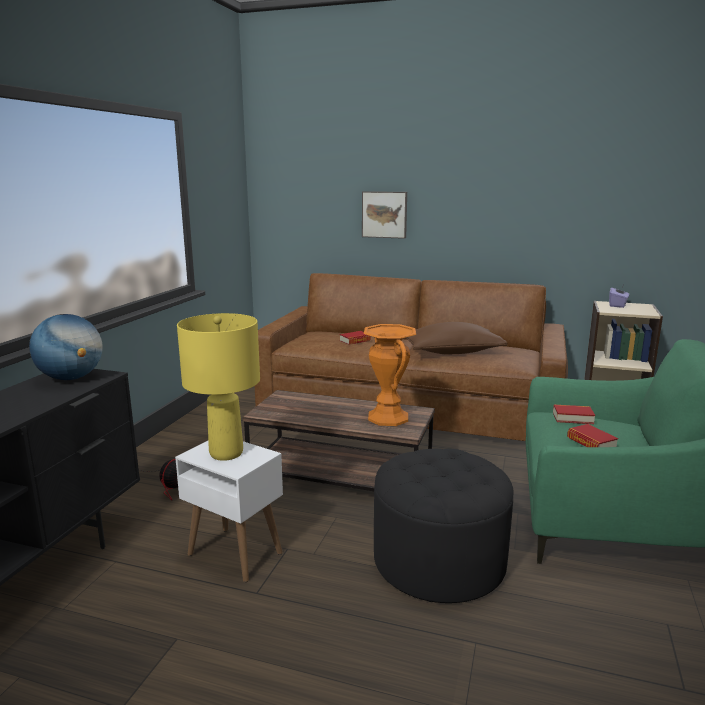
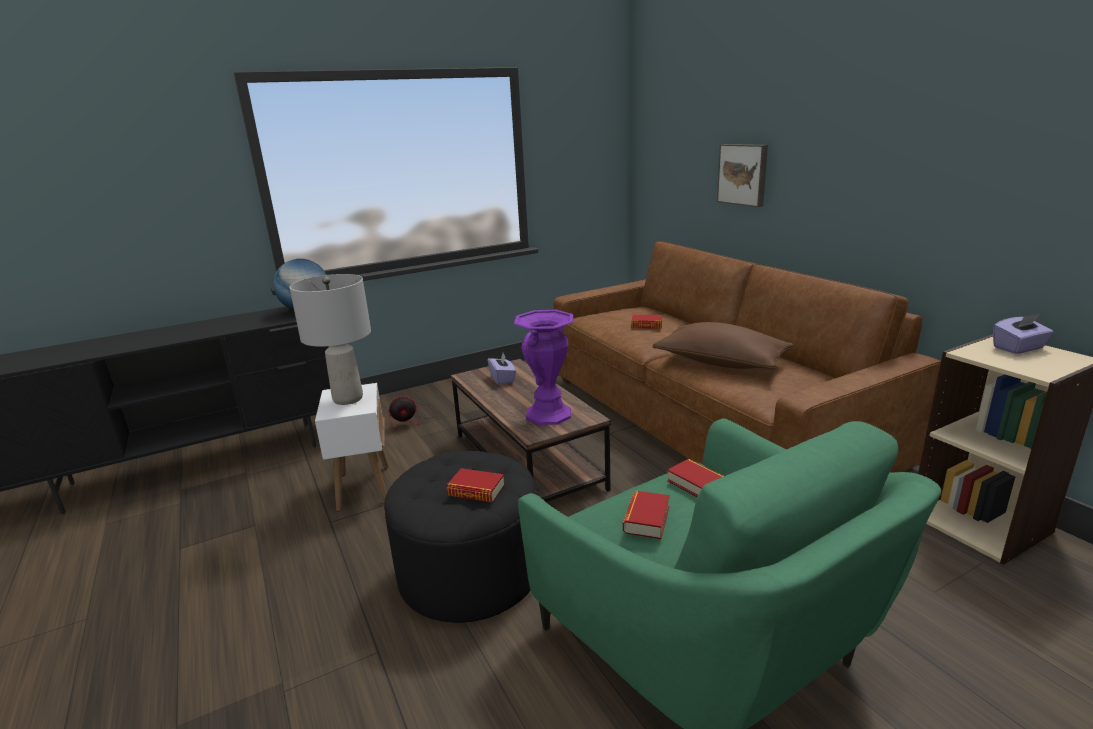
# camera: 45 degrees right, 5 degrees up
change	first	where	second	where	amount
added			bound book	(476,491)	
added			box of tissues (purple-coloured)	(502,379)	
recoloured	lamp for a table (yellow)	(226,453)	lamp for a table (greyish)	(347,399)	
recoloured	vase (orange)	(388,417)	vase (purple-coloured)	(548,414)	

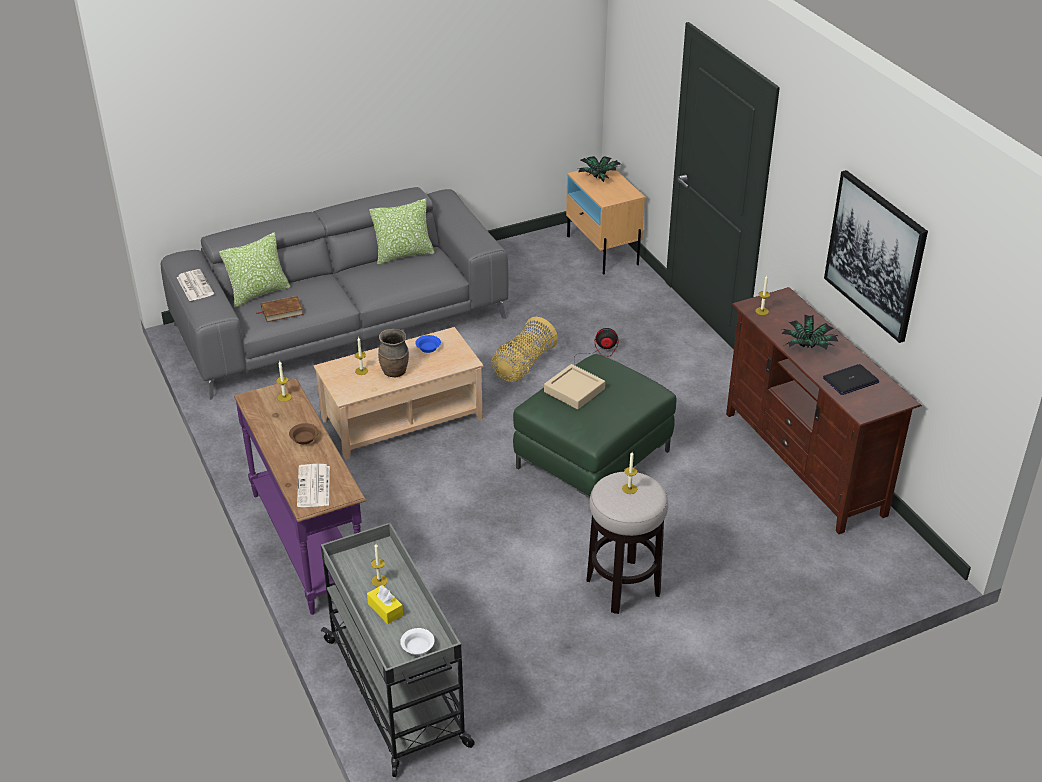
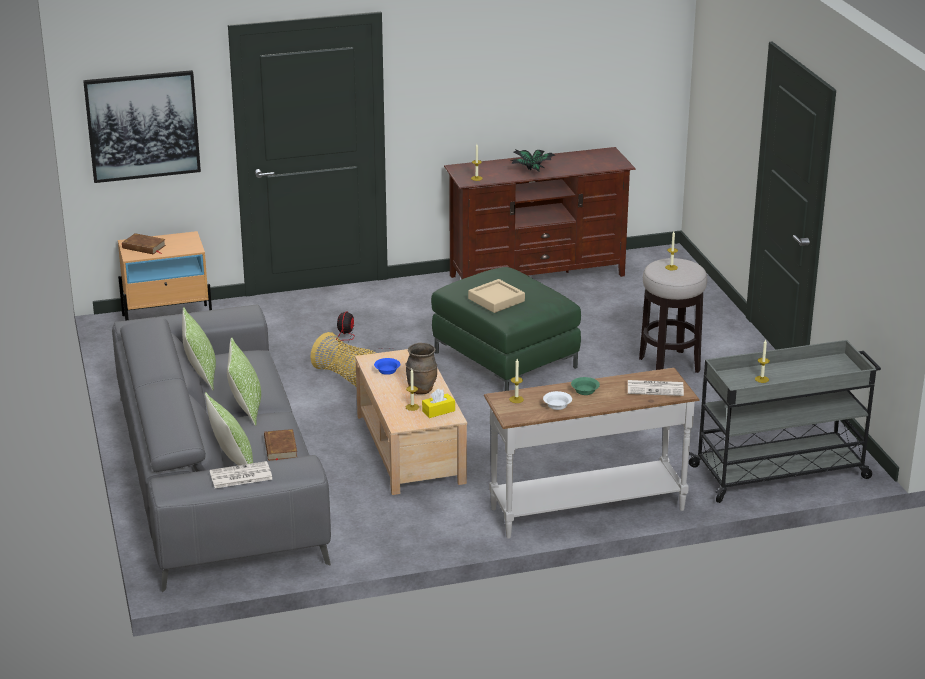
# camera: 80 degrees left, 10 degrees down
change	first	where	second	where	amount
removed	notebook computer	(850,380)			
added			throw pillow	(246,408)	
moved	box of tissues (yellow)	(385,609)		(438,411)	
moved	bowl (white-coloured)	(418,647)		(557,405)	
moved	wall picture	(875,255)		(142,126)	
replaced	plant in a pot	(599,177)	bound book (brown-coloured)	(144,247)	
recoloured	hall table (purple-coloured)	(309,543)	hall table (white-coloured)	(587,508)	
recoloured	bowl (brown-coloured)	(303,439)	bowl (green)	(585,391)	

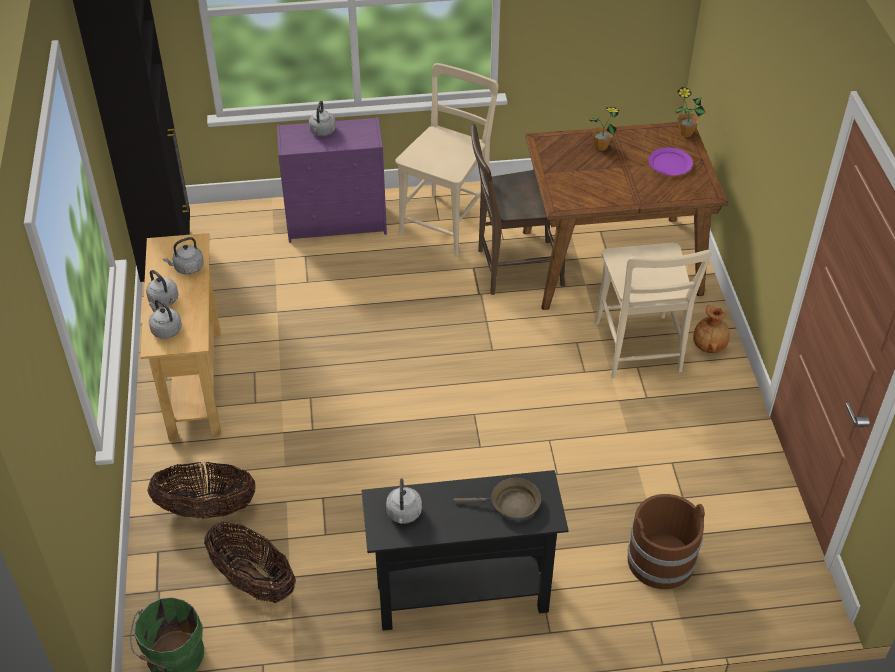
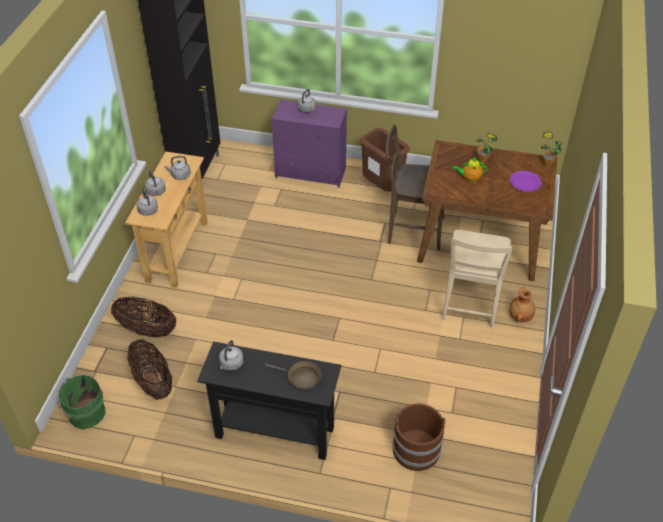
# camera: 20 degrees right, 0 degrees up
change	first	where	second	where	amount
added			tea pot	(469,178)	
replaced	plain chair (sand-coloured)	(447,220)	trash can (brown-coloured)	(382,188)	

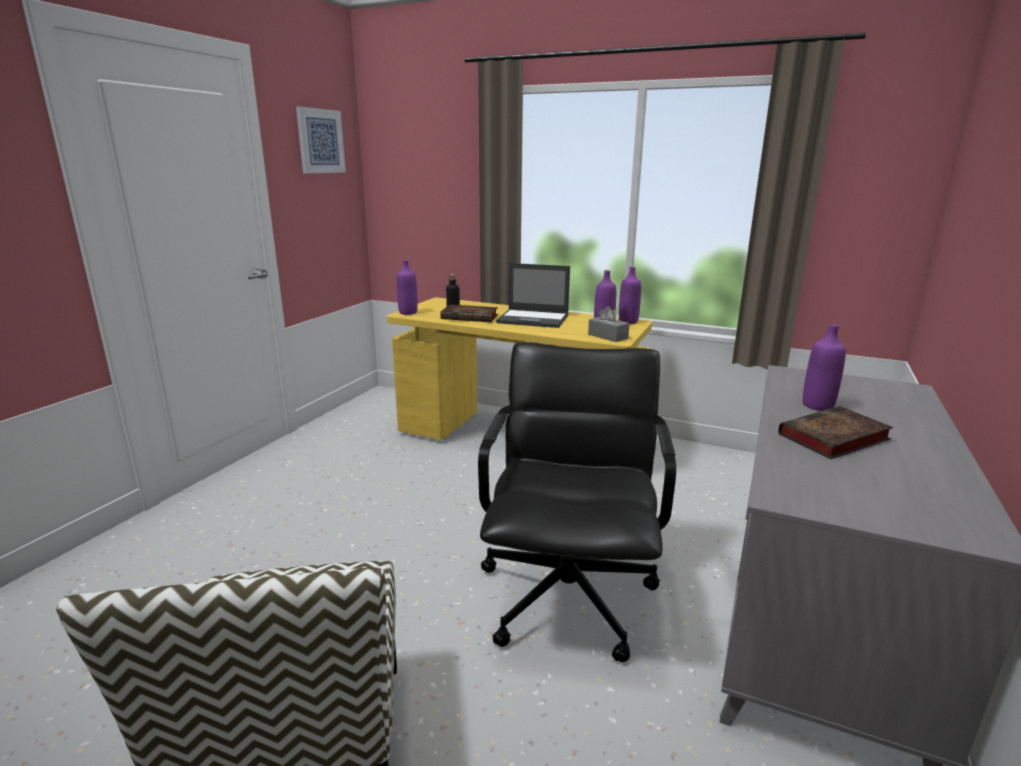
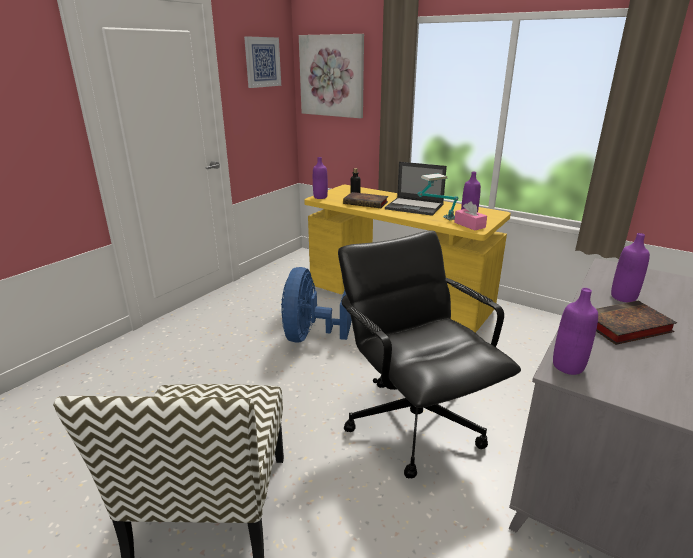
# camera: 10 degrees right, 5 degrees up
change	first	where	second	where	amount
added			fan (blue)	(310,336)	
added			wall picture	(332,76)	
added			lamp for a table	(436,220)	
moved	bottle (purple-coloured)	(628,322)		(568,366)	
recoloured	box of tissues (greyish)	(608,336)	box of tissues (pinkish)	(469,225)	
turned	office chair (black-coloured)	(569,596)		(415,422)	45 degrees counterclockwise

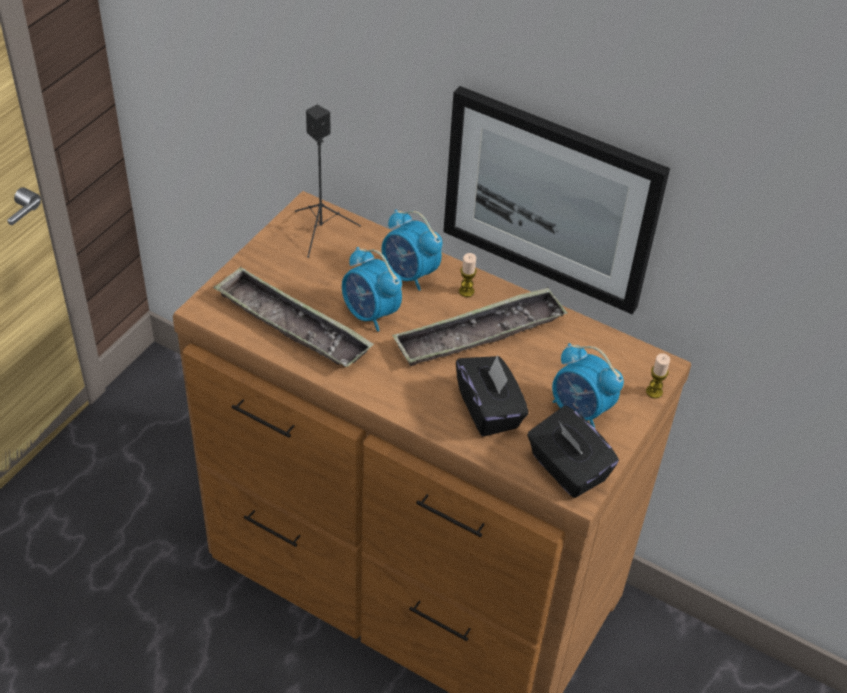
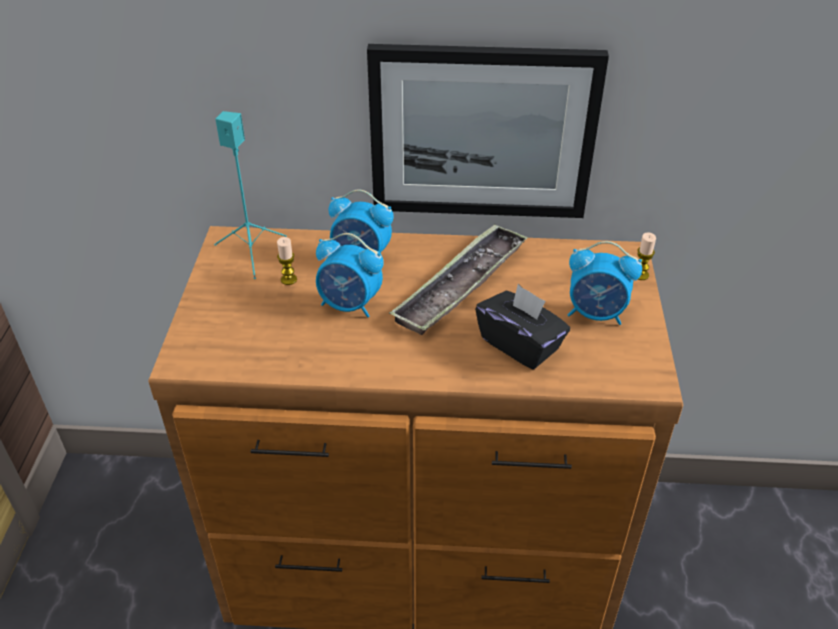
# camera: 25 degrees left, 5 degrees down
change	first	where	second	where	amount
removed	serving tray	(292,325)			
removed	box of tissues (black-coloured)	(567,469)			
moved	candle	(466,291)		(288,279)	
recoloured	loudspeaker (black-coloured)	(322,230)	loudspeaker (blue-green)	(252,252)	

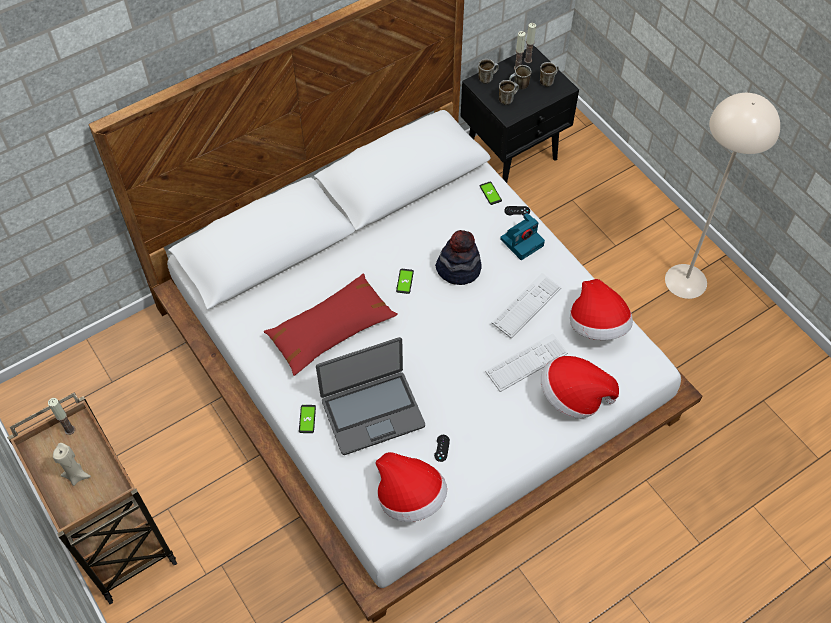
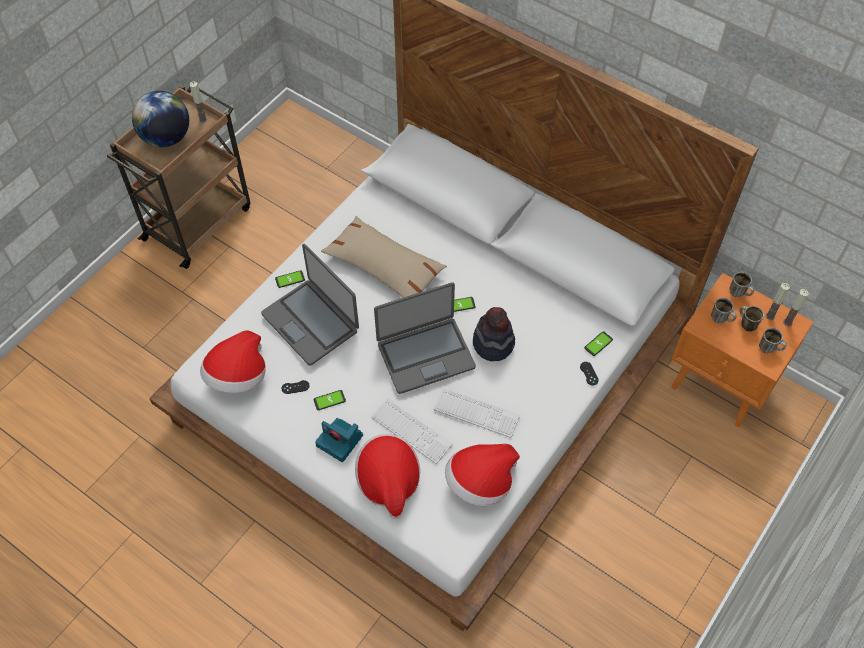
# camera: 70 degrees right, 0 degrees up
change	first	where	second	where	amount
removed	floor lamp (sand-coloured)	(685,281)			
added			phone	(329,400)	
added			notebook computer	(425,355)	
moved	photo camera	(522,241)		(341,441)	
replaced	candle (sand-coloured)	(76,475)	globe	(166,138)	
recoloured	throw pillow (reddish)	(331,330)	throw pillow (sand-coloured)	(384,266)	
recoloured	night table (black-coloured)	(513,153)	night table (orange)	(722,383)	

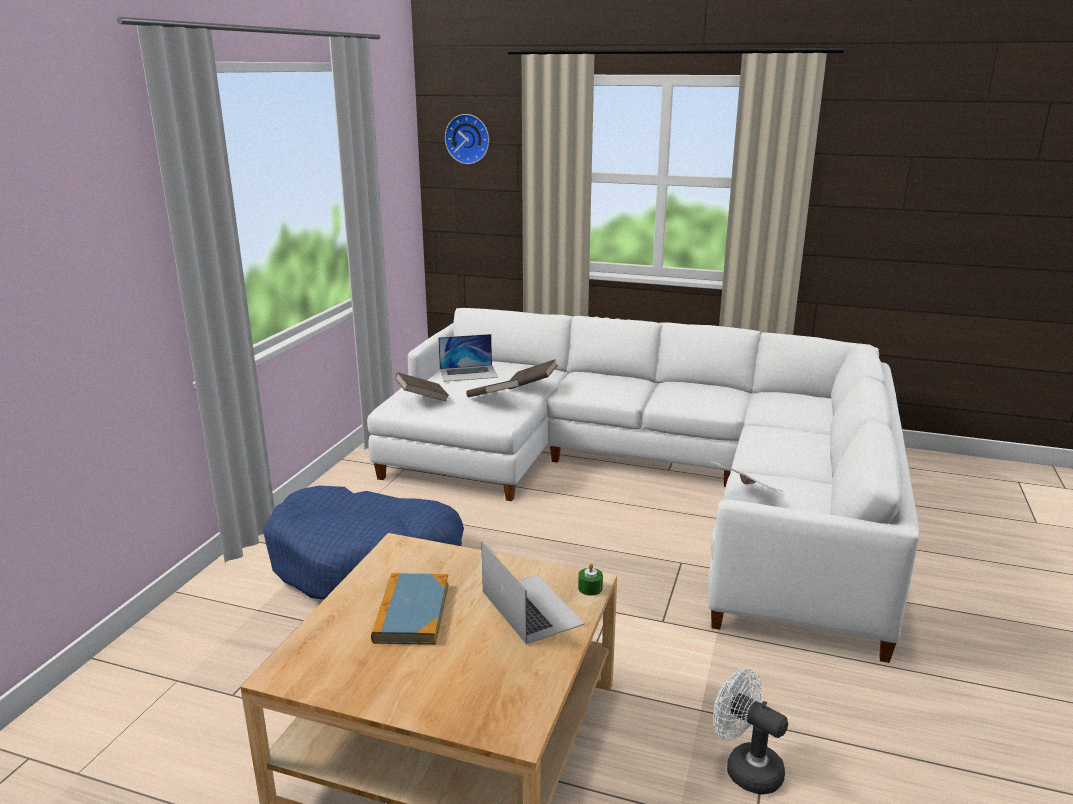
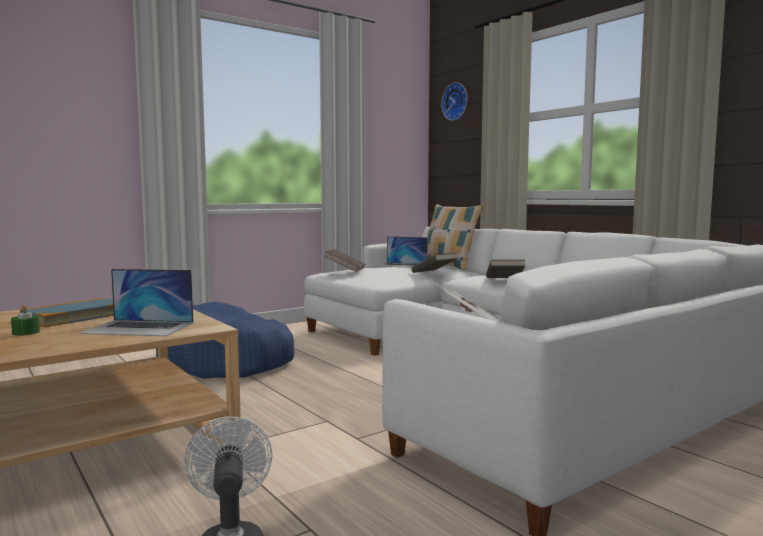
# camera: 35 degrees right, 15 degrees down
change	first	where	second	where	amount
added			throw pillow	(448,267)	
moved	bound book (brown-coloured)	(492,400)		(504,280)	
moved	candle (green)	(590,588)		(26,332)	
turned	notebook computer	(531,607)		(139,328)	90 degrees clockwise

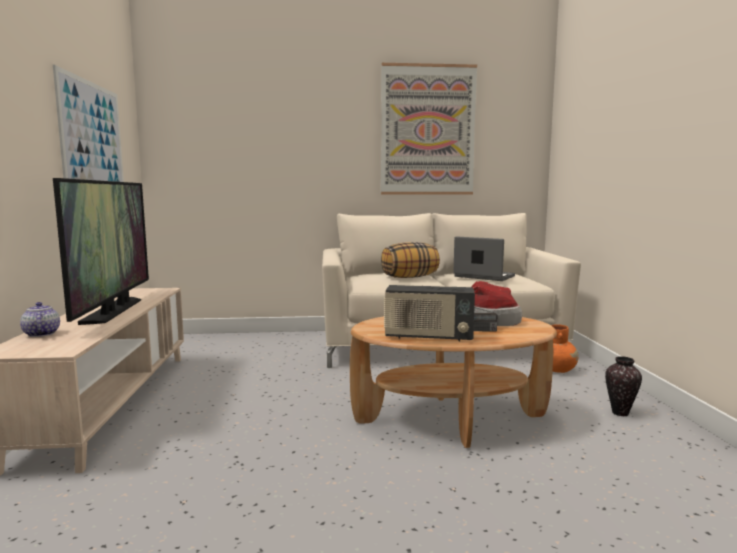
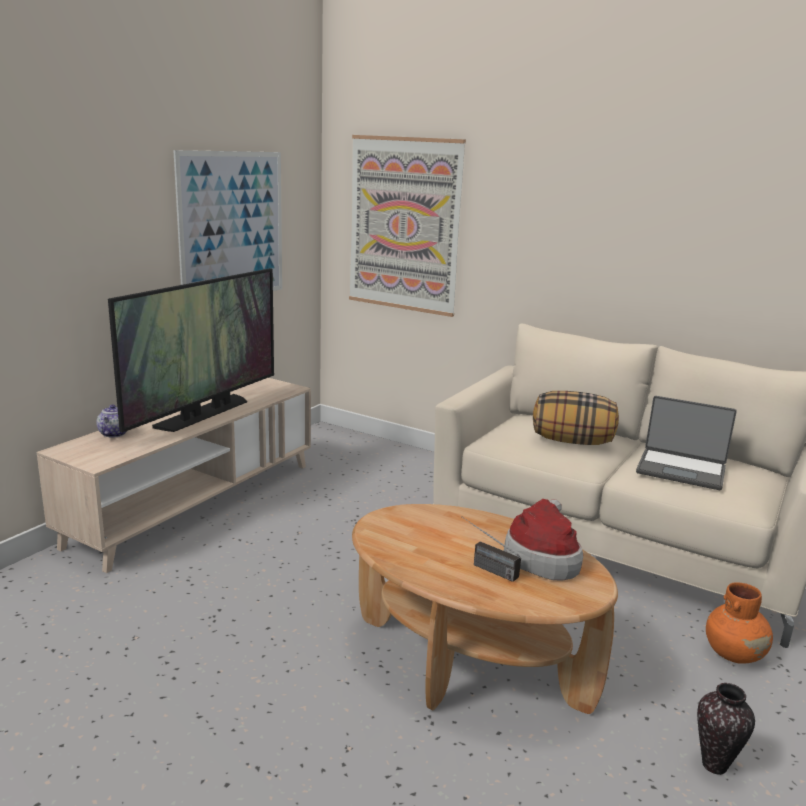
# camera: 35 degrees right, 10 degrees up
change	first	where	second	where	amount
removed	radio receiver	(428,337)			
moved	wall picture	(428,130)		(404,225)	
turned	notebook computer	(483,276)		(681,470)	135 degrees clockwise

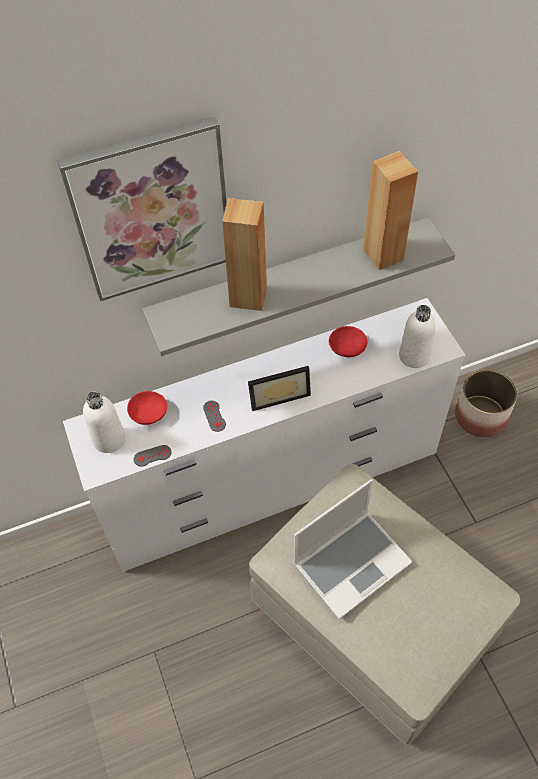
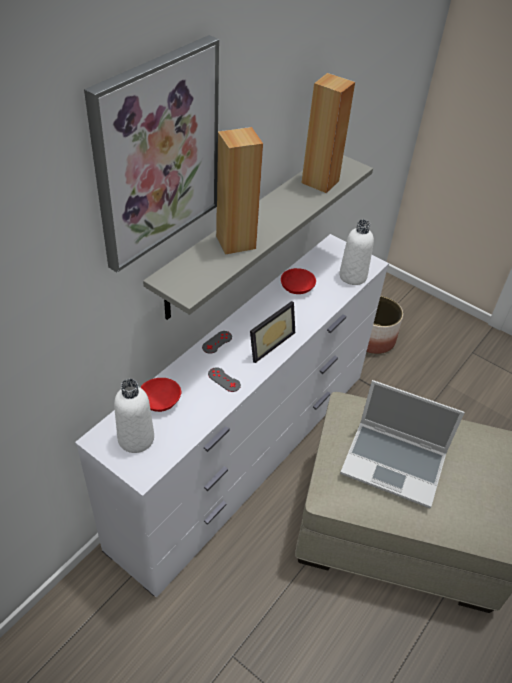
# camera: 35 degrees left, 10 degrees down
change	first	where	second	where	amount
moved	gamepad (greyish)	(152,456)		(217,342)	
turned	notebook computer	(352,562)		(395,464)	90 degrees clockwise

